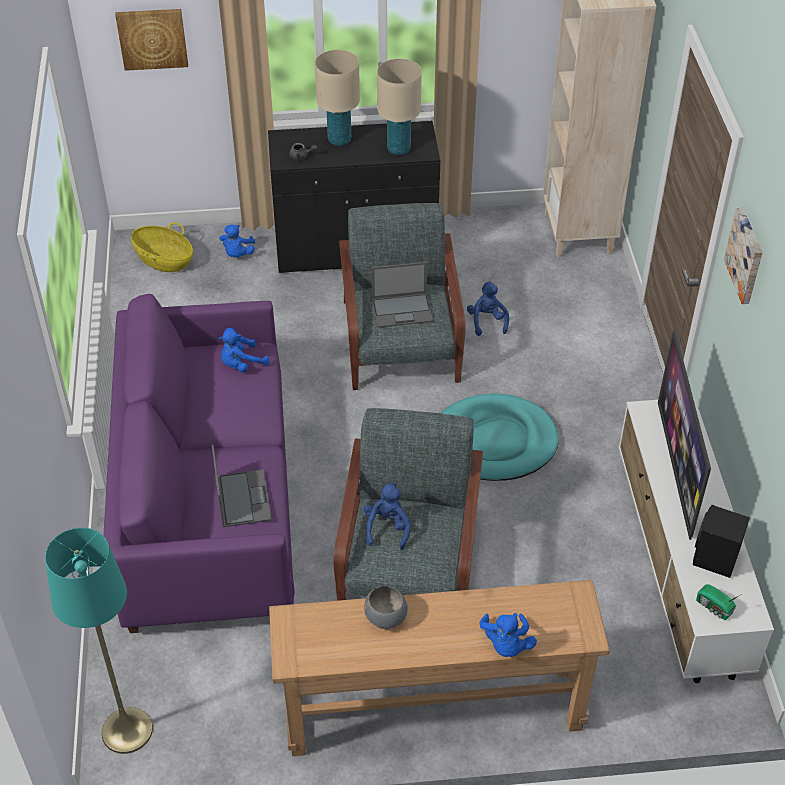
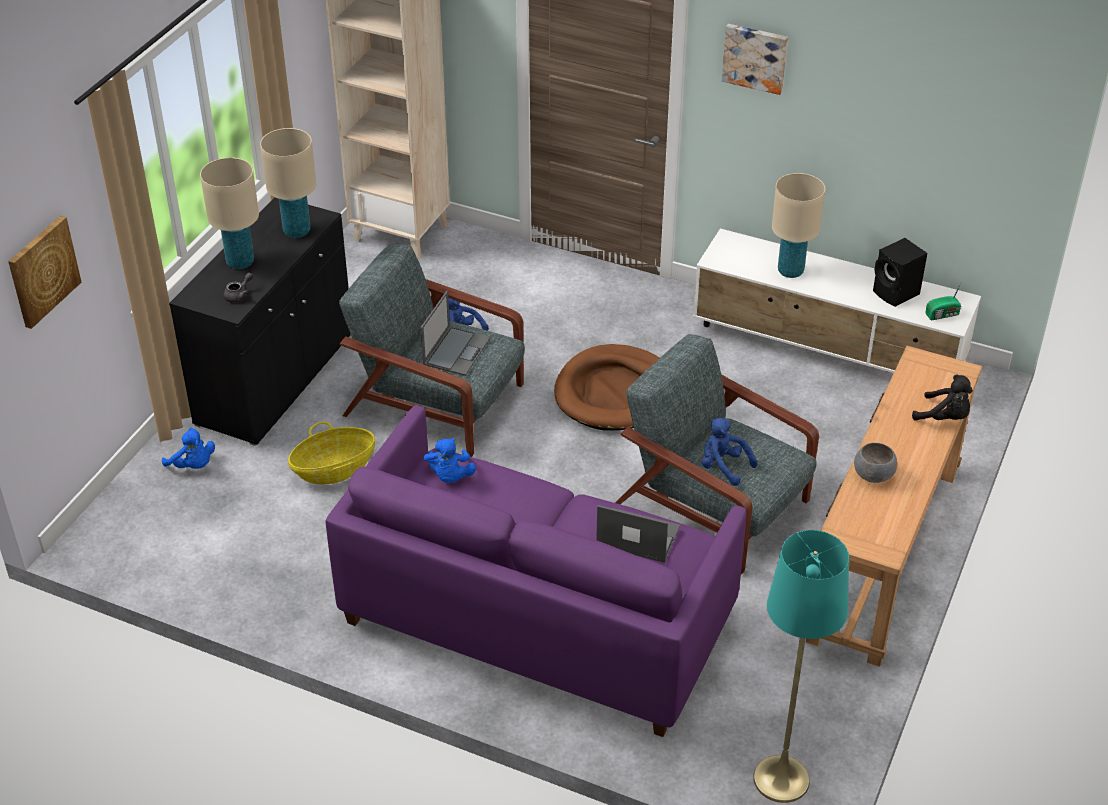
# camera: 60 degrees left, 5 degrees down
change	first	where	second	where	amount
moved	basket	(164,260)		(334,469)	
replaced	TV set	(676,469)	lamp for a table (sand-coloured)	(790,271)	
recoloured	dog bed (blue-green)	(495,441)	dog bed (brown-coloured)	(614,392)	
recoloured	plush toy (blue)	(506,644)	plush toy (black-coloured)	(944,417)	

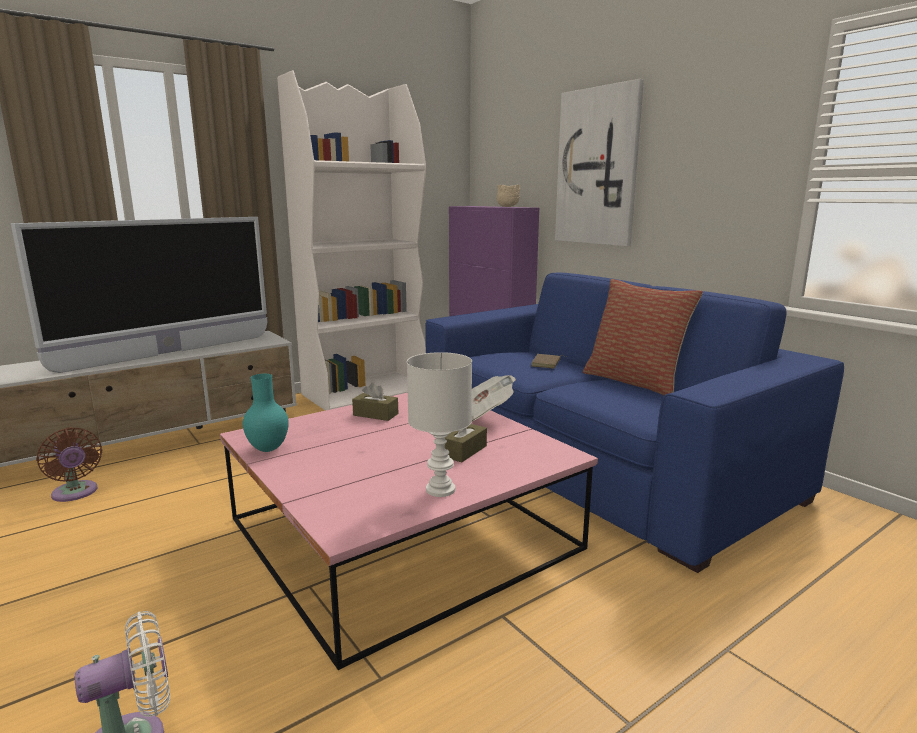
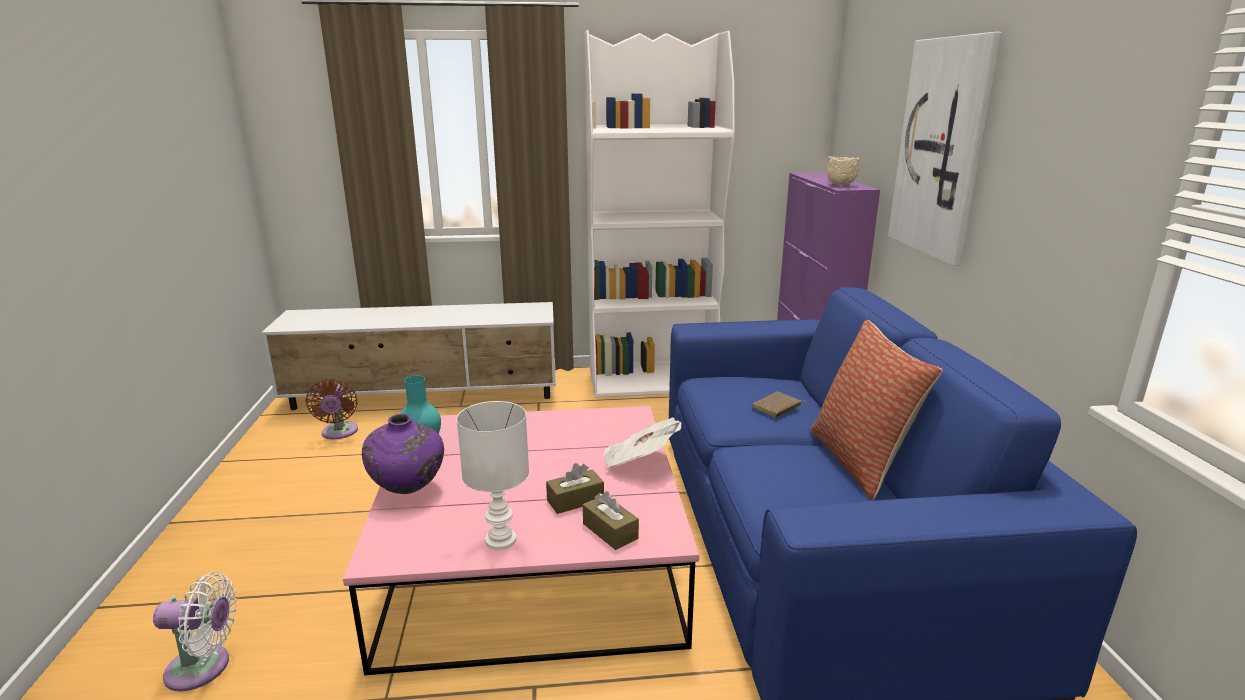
# camera: 30 degrees right, 5 degrees up
change	first	where	second	where	amount
removed	TV set	(169,353)			
added			vase (purple-coloured)	(408,490)	
moved	box of tissues (brown-coloured)	(375,414)		(610,531)	

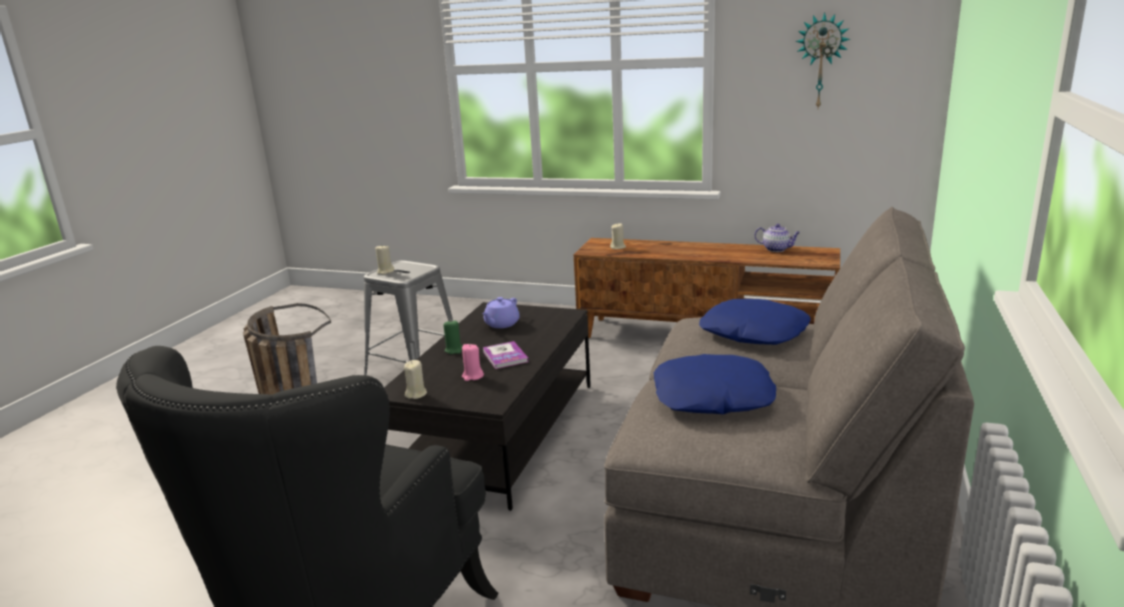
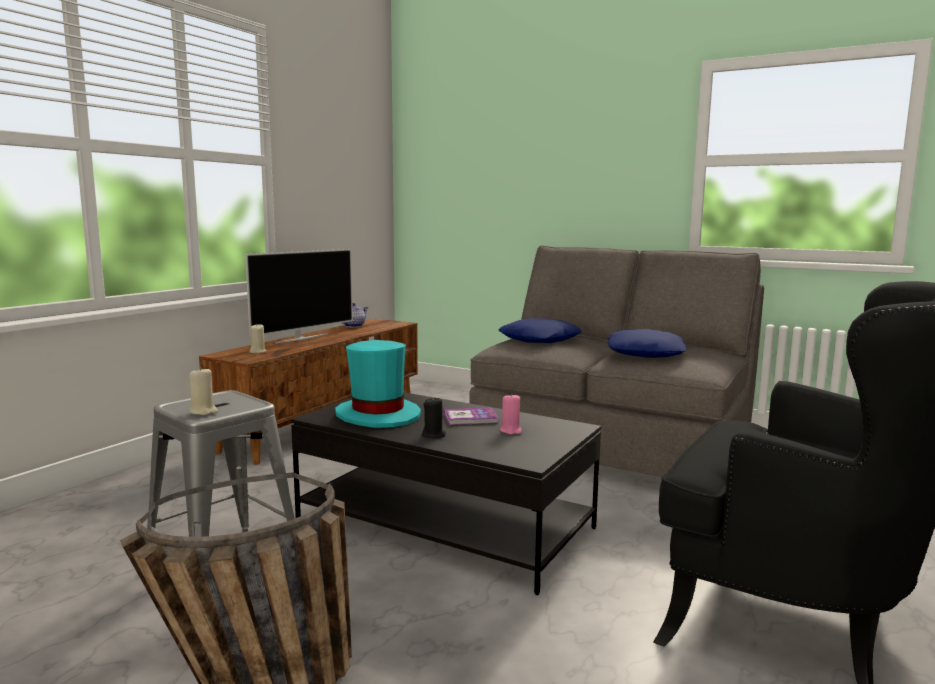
# camera: 80 degrees left, 10 degrees down
change	first	where	second	where	amount
removed	candle (sand-coloured)	(416,394)			
removed	hanging clock	(821,61)			
added			TV set	(301,338)	
replaced	tea pot (purple-coloured)	(501,324)	wearable hat (blue-green)	(378,415)	
recoloured	candle (green)	(454,350)	candle (black-coloured)	(433,435)	

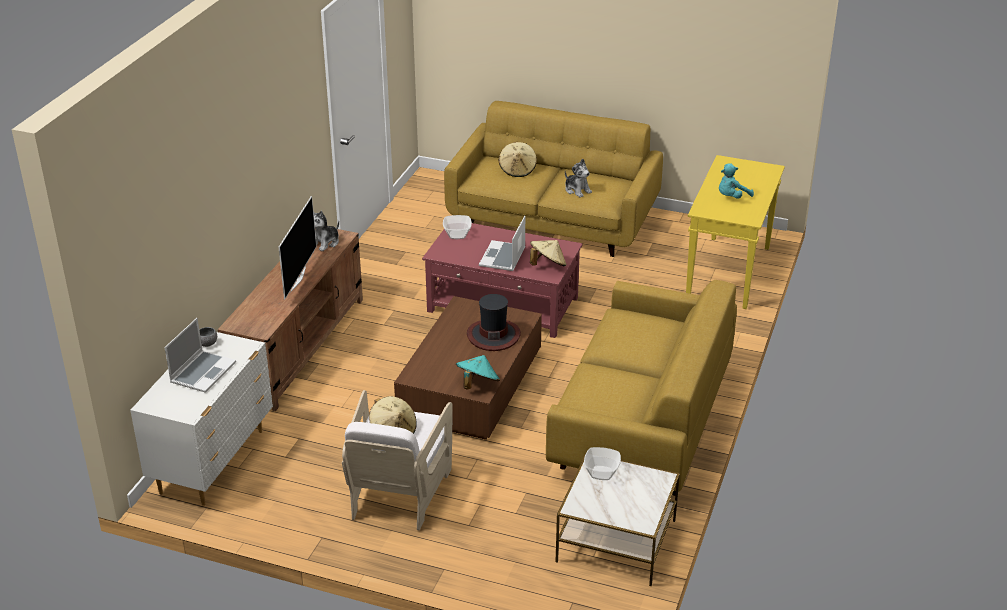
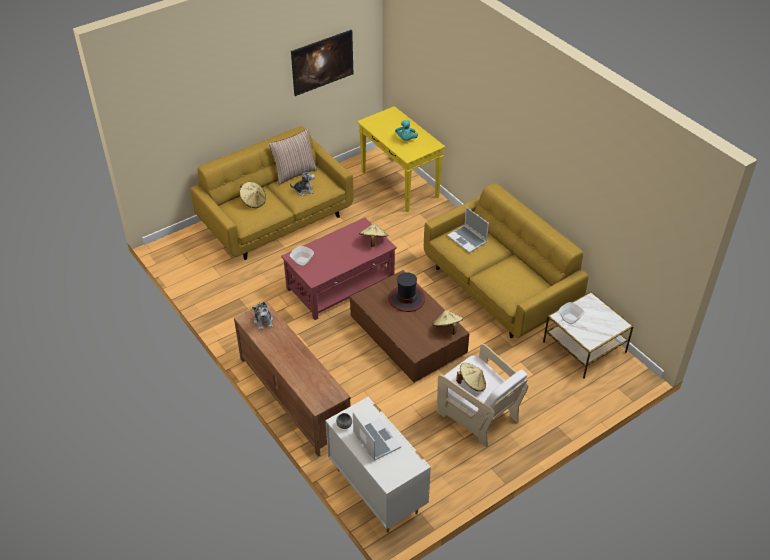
# camera: 55 degrees left, 10 degrees up
change	first	where	second	where	amount
removed	TV set	(297,279)			
added			throw pillow	(294,173)	
added			wall picture	(323,73)	
moved	notebook computer	(503,258)		(468,239)	
recoloured	wearable hat (blue-green)	(477,384)	wearable hat (sand-coloured)	(447,328)	

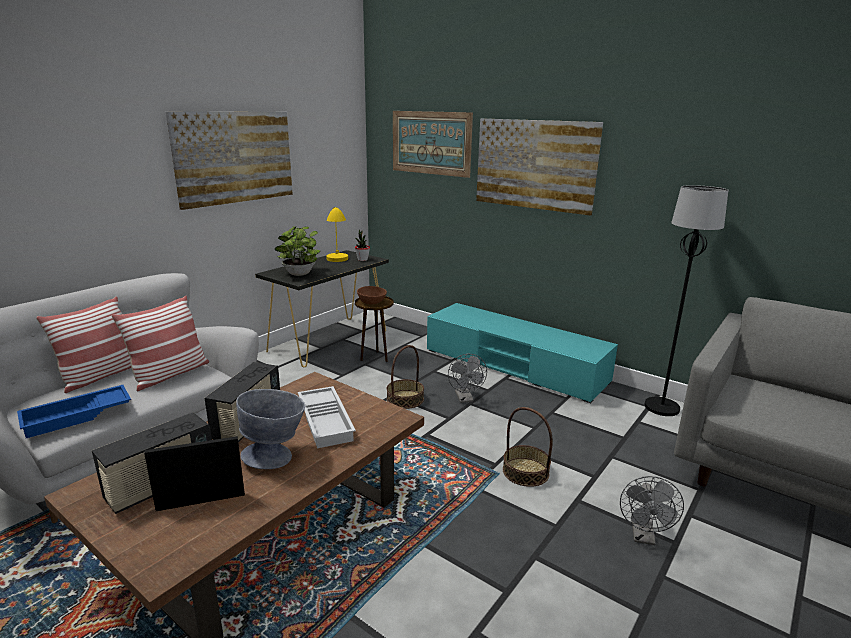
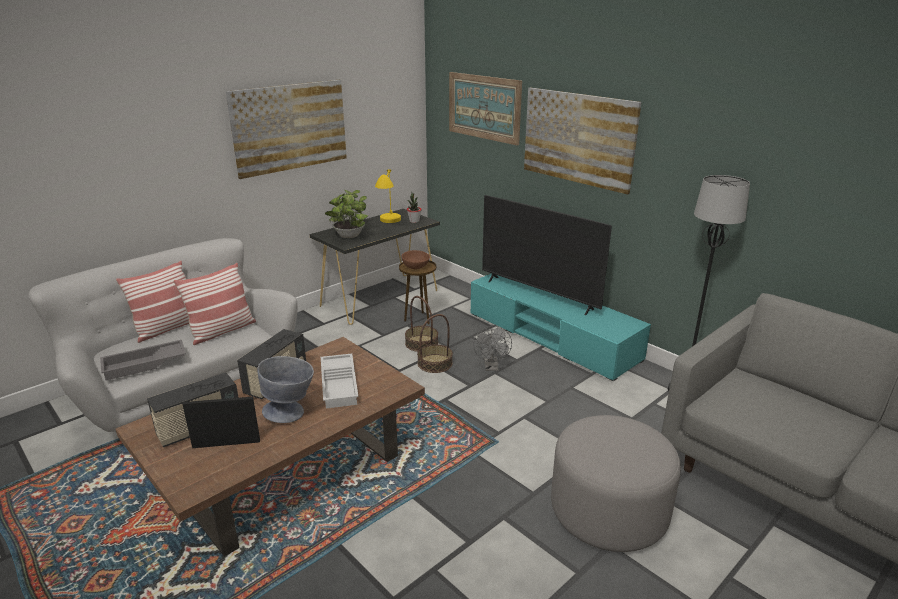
# camera: 10 degrees right, 5 degrees up
change	first	where	second	where	amount
added			TV set	(538,295)	
moved	basket	(526,472)		(421,343)	
replaced	fan (greyish)	(643,536)	pouffe (greyish)	(609,511)	
recoloured	serving tray (blue)	(77,417)	serving tray (greyish)	(144,365)	

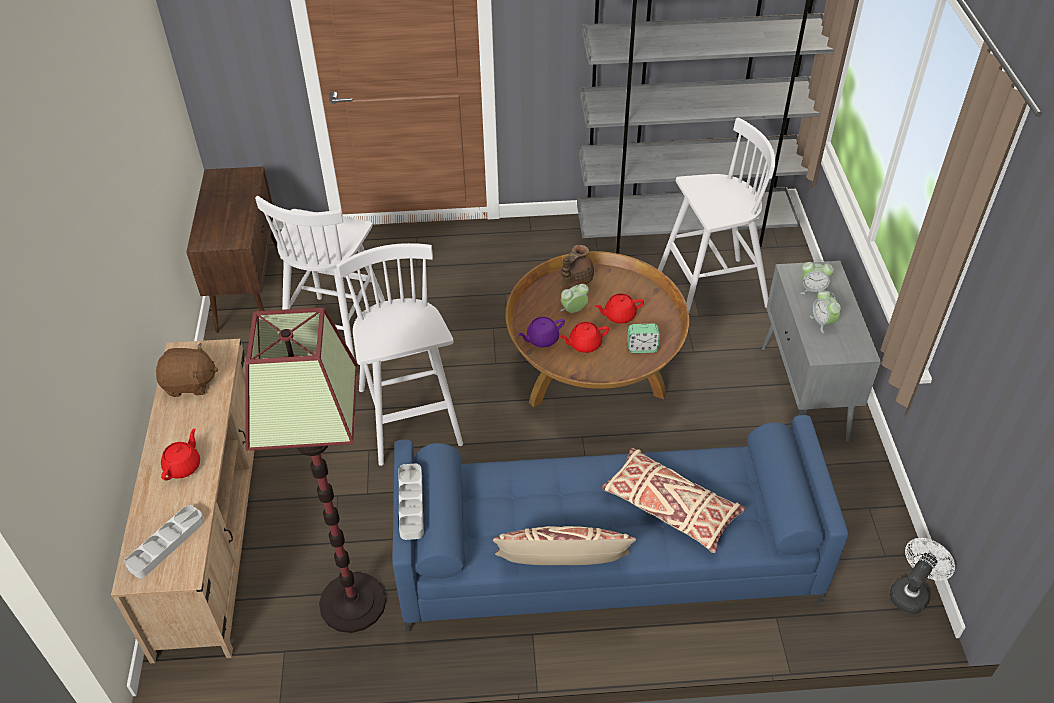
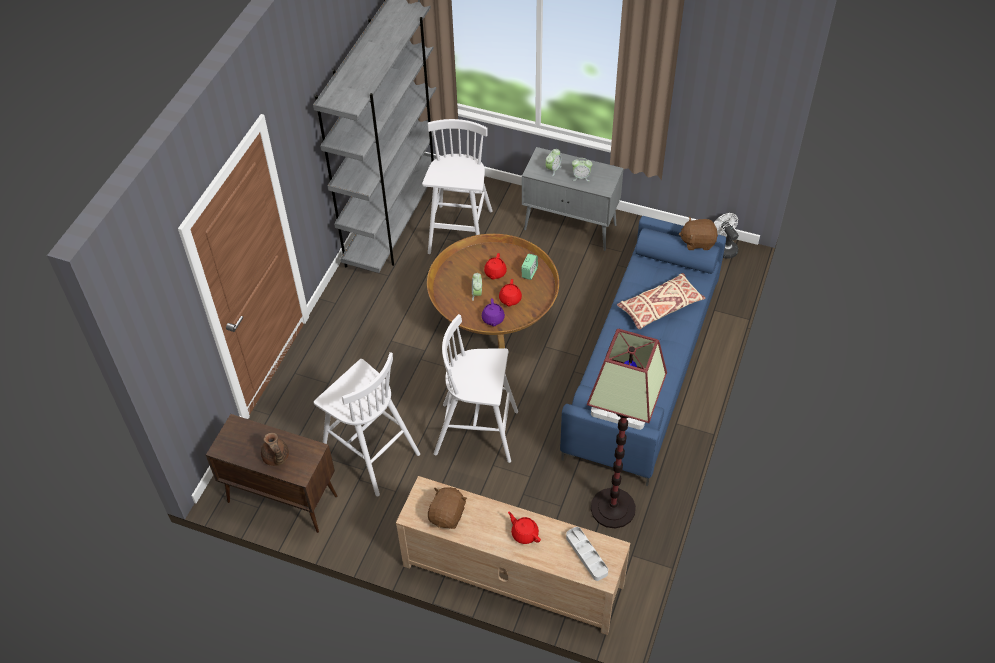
# camera: 65 degrees left, 5 degrees up
change	first	where	second	where	amount
removed	throw pillow (sand-coloured)	(563,563)			
added			plush toy (brown-coloured)	(697,242)	
moved	tea pot (brown-coloured)	(575,279)		(276,458)	

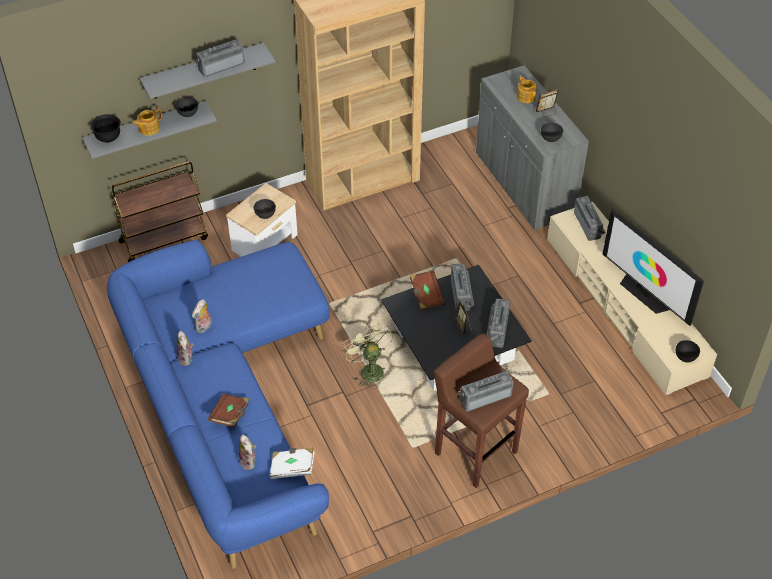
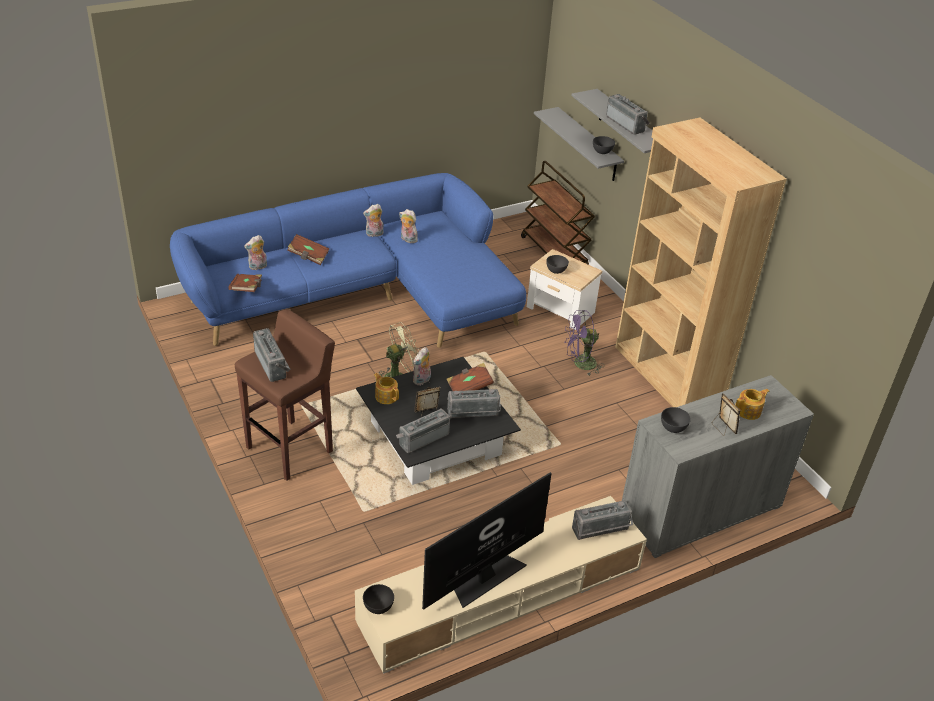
# camera: 85 degrees right, 10 degrees down
change	first	where	second	where	amount
removed	bowl (black-coloured)	(108,138)			
added			plush toy	(422,381)	
added			fan (purple-coloured)	(580,364)	
moved	tea pot	(148,128)		(386,396)	
recoloured	bound book (white-coloured)	(292,468)	bound book (brown-coloured)	(247,289)	
turned	radio receiver	(495,329)		(422,438)	45 degrees counterclockwise

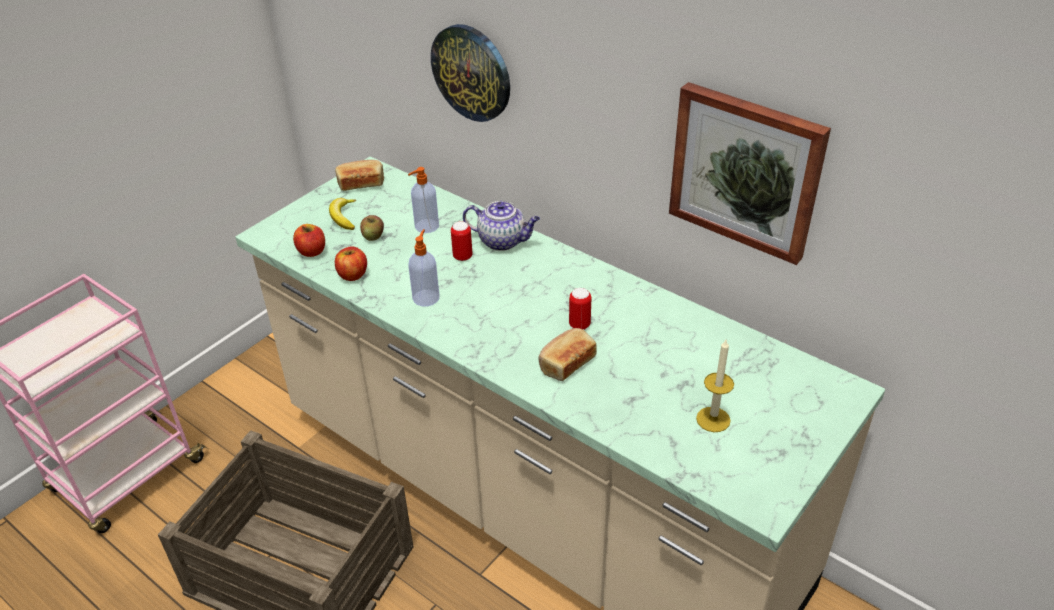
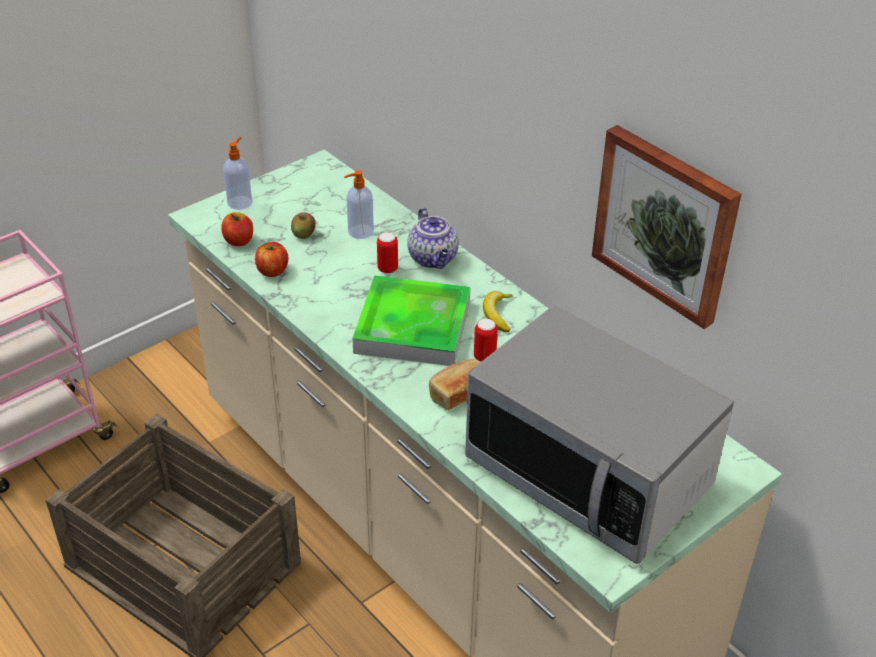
# camera: 10 degrees right, 0 degrees up
change	first	where	second	where	amount
removed	baked bread	(361,183)			
removed	hanging clock	(472,72)			
added			serving tray	(413,327)	
moved	whole banana	(343,217)		(497,314)	
moved	soap bottle	(426,297)		(240,202)	
replaced	candle	(713,419)	microwave oven	(589,473)	
turned	tea pot	(503,241)		(433,259)	45 degrees clockwise

